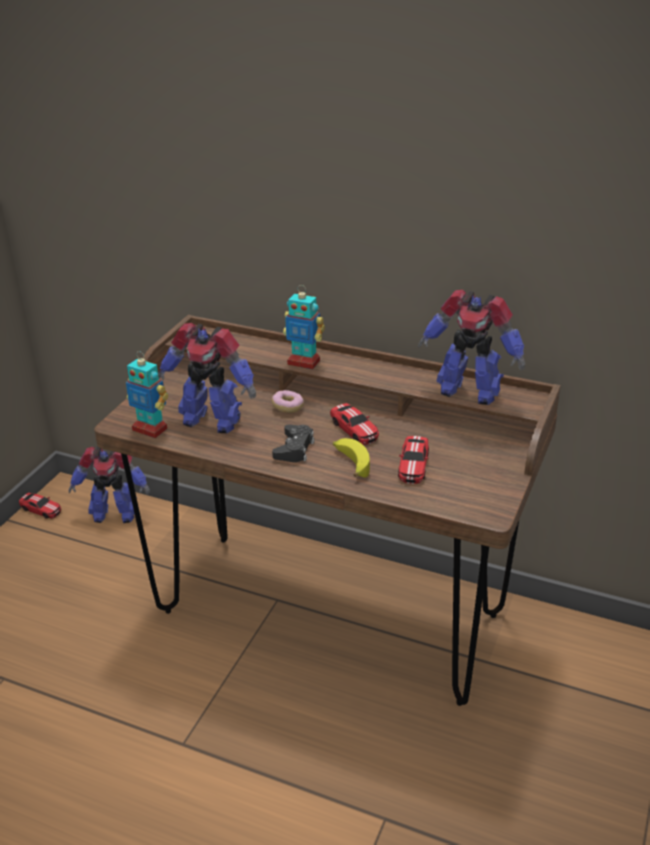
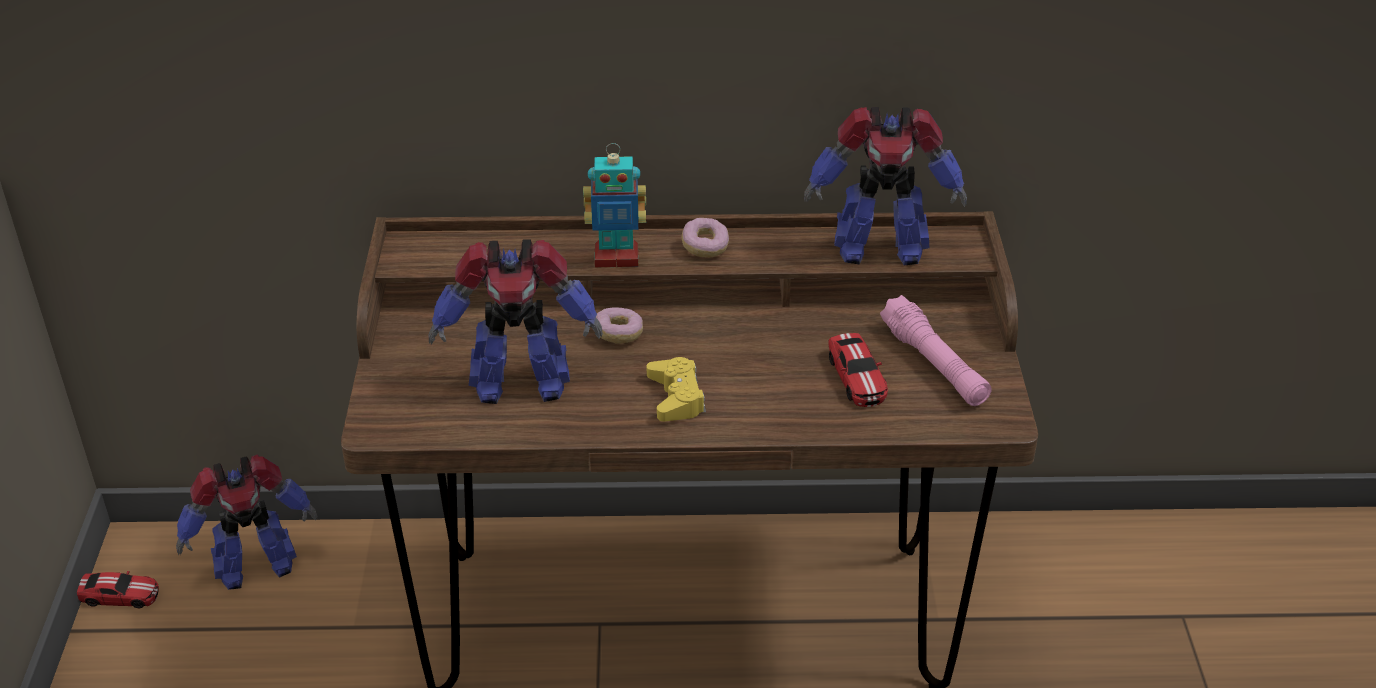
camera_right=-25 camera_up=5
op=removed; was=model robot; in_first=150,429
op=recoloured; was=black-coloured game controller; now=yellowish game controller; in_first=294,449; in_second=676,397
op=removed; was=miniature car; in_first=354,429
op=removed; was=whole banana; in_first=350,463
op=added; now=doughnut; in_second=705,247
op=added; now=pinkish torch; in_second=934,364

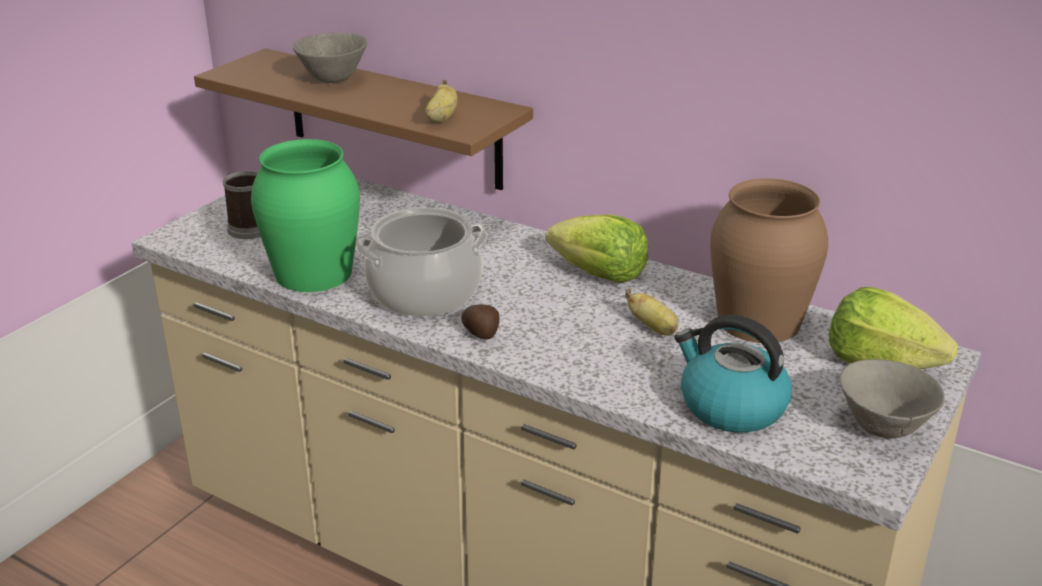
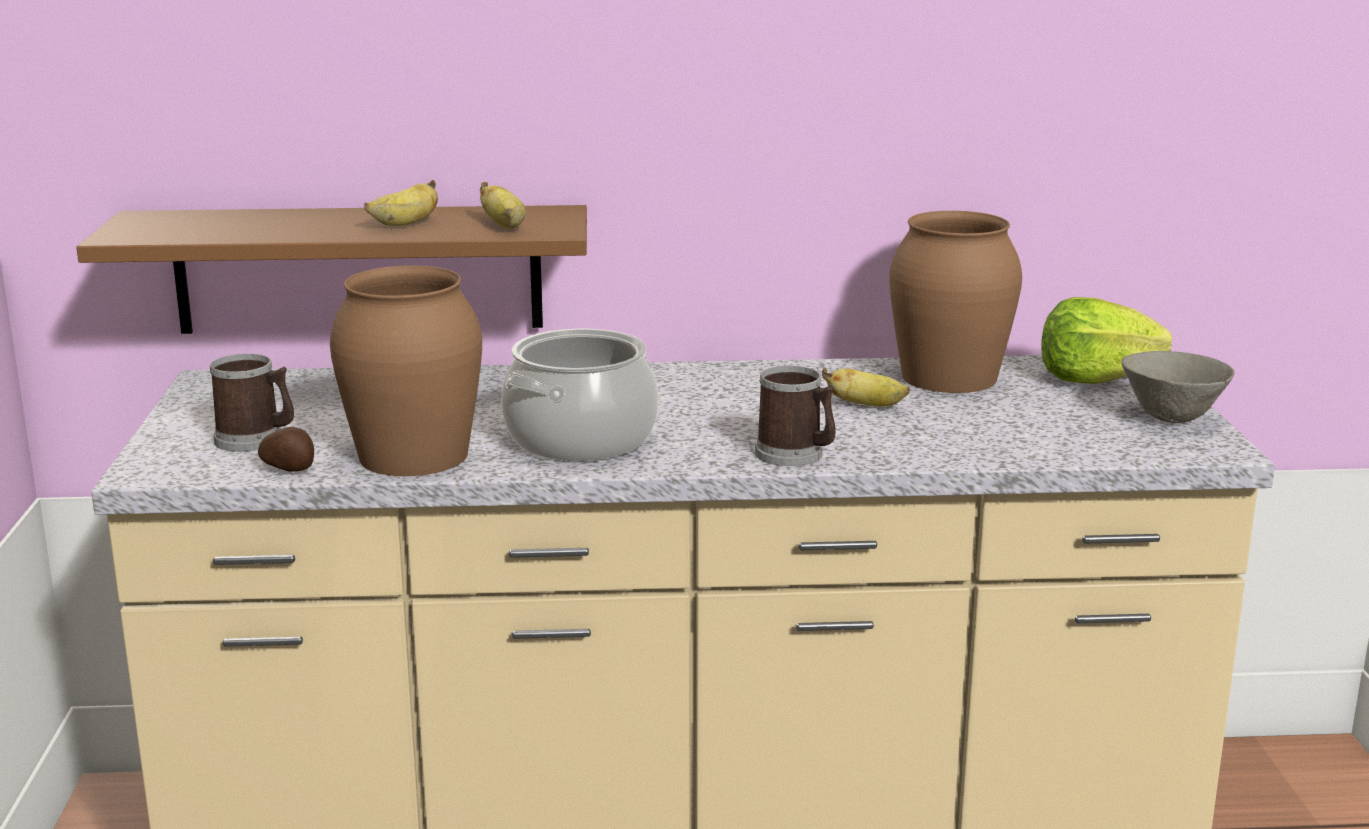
camera_right=-35 camera_up=-10
op=recoloured; was=green decorative vase; now=brownish decorative vase; in_first=313,272; in_second=412,455
op=removed; was=gray deep dish; in_first=332,80
op=moved; was=whole potato; in_first=482,334; in_second=290,469
op=removed; was=lettuce head; in_first=599,274
op=removed; was=water kettle; in_first=730,406
op=added; now=whole banana; in_second=405,224
op=added; now=coffee mug; in_second=795,455

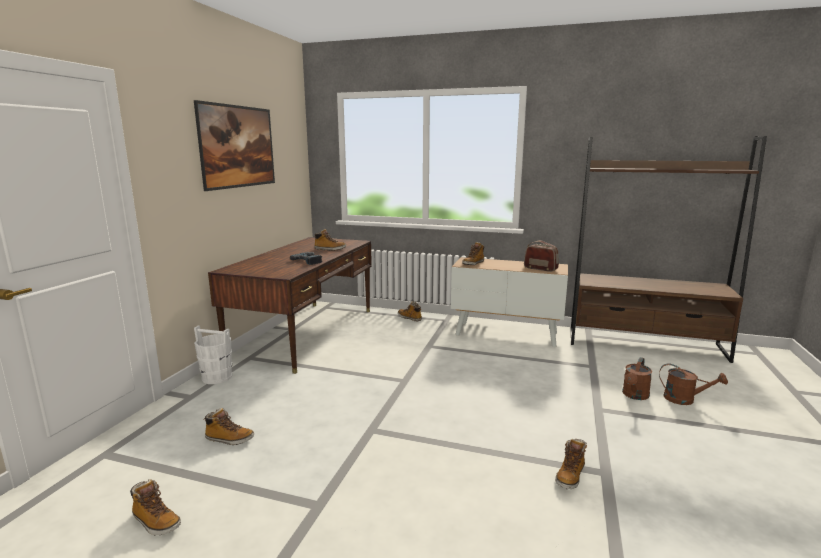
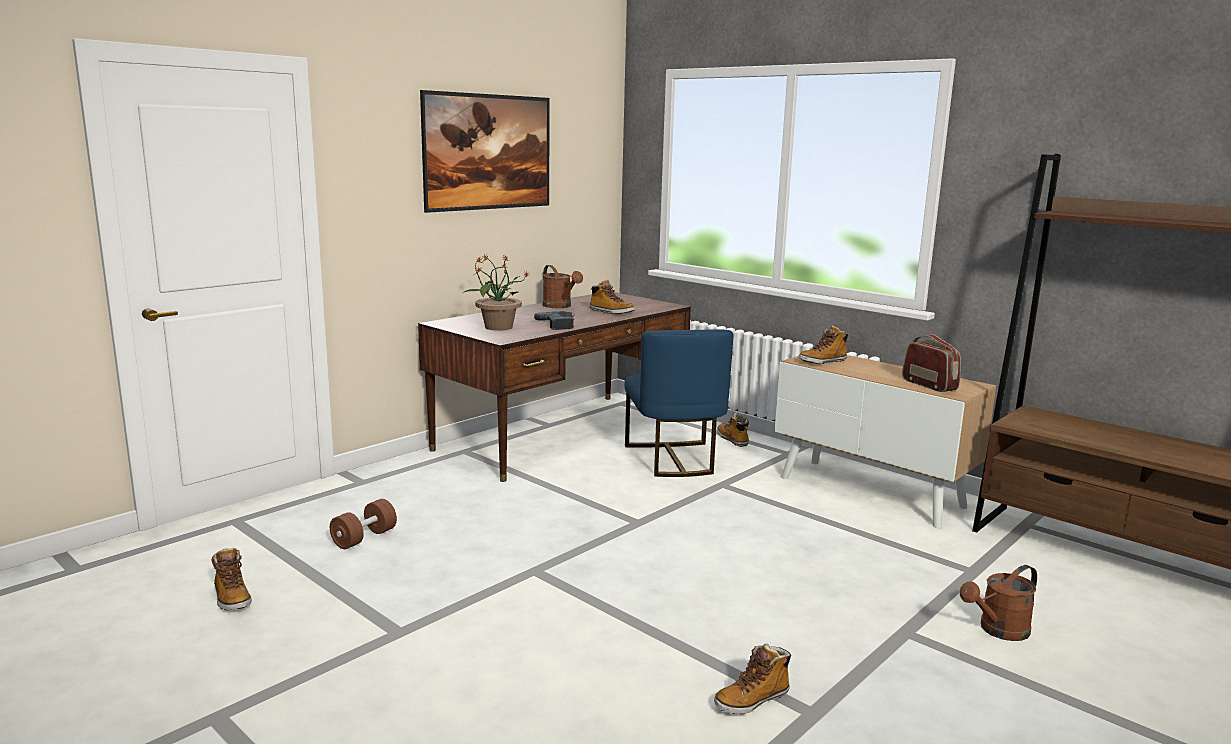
camera_right=25 camera_up=0
op=removed; was=whitish bucket; in_first=217,377
op=replaced; was=tall boot; now=brownish free weight; in_first=229,439; in_second=364,538
op=moved; was=brownish watering can; in_first=684,399; in_second=560,306
op=added; now=potted plant; in_second=497,327
op=added; now=blue-coloured upright chair; in_second=673,459

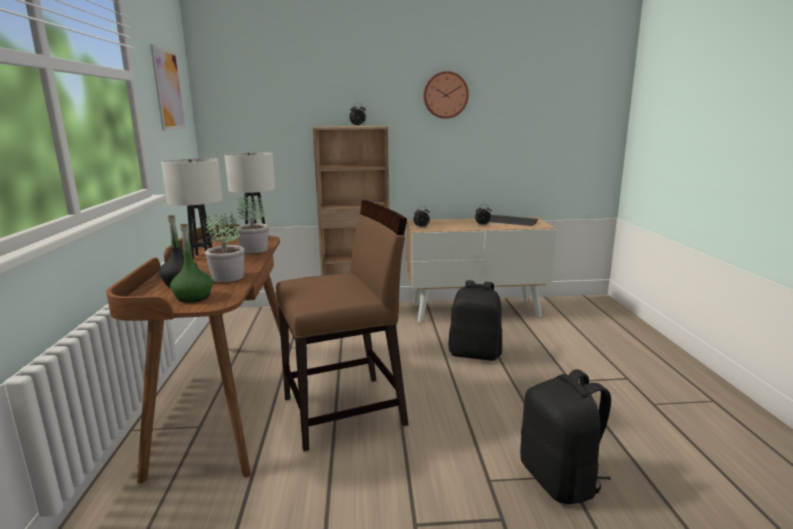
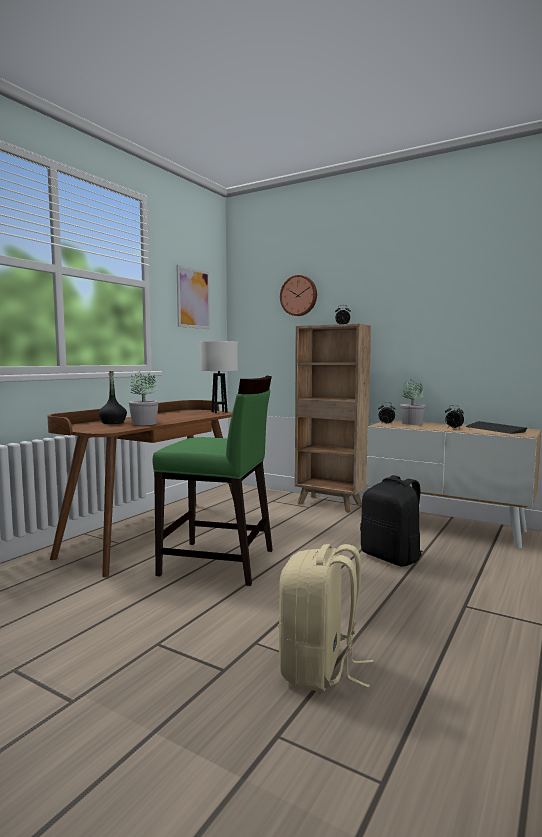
camera_right=35 camera_up=-10
op=removed; was=whitish lamp for a table; in_first=202,257
op=removed; was=green bottle; in_first=193,297
op=moved; was=potted plant; in_first=254,250; in_second=411,423
op=recoloured; was=brownish upright chair; now=green upright chair; in_first=345,411; in_second=218,562
op=moved; was=wall clock; in_first=445,95; in_second=299,296
op=recoloured; was=black-coloured backpack; now=beige-coloured backpack; in_first=560,480; in_second=320,669

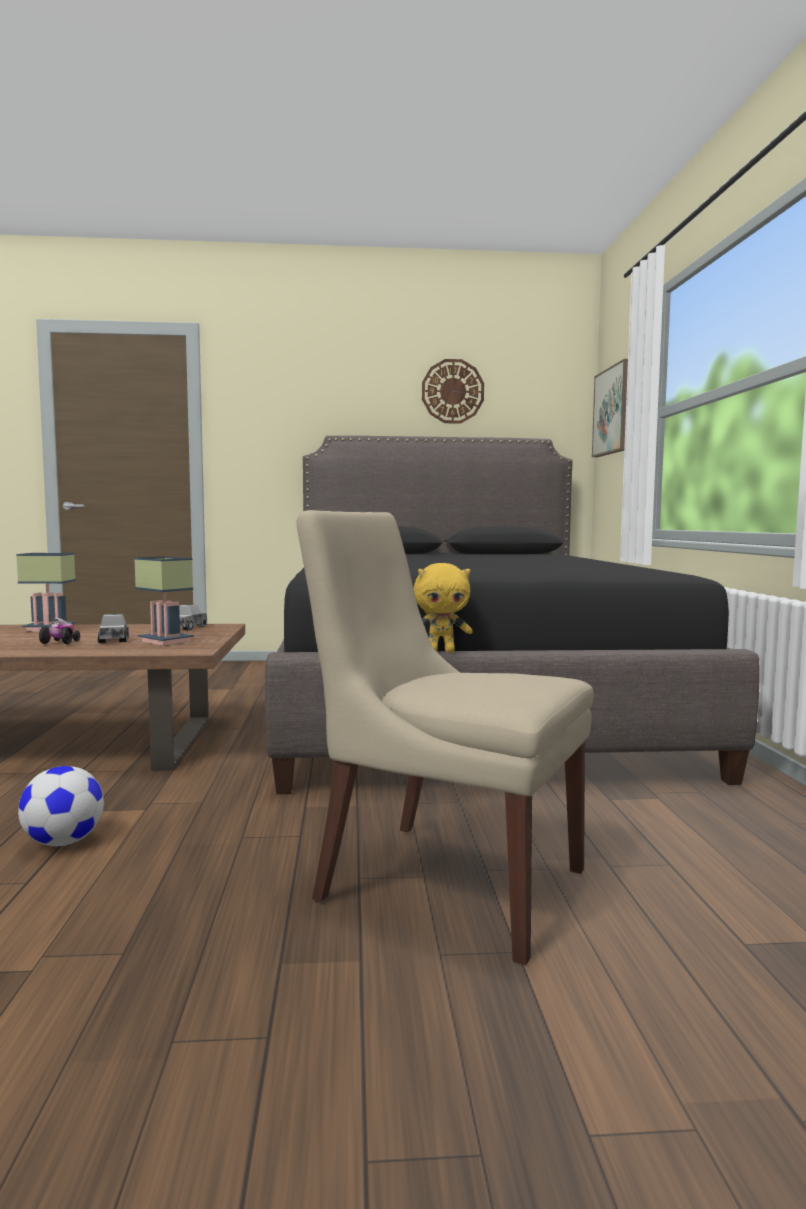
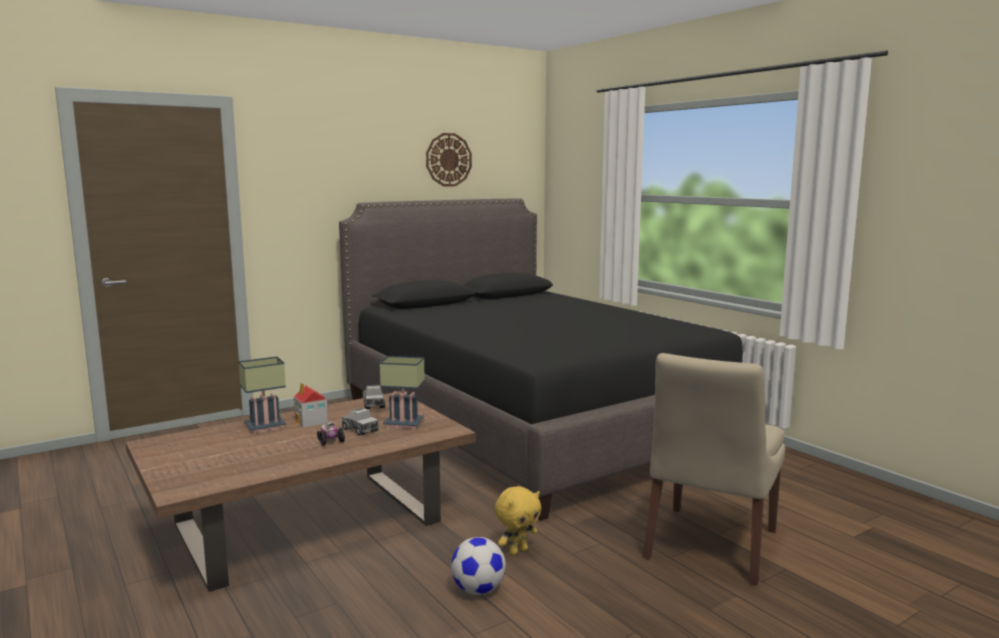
camera_right=-30 camera_up=5
op=turned; was=beige-coloured upright chair; in_first=444,881; in_second=709,546; clockwise=-60
op=moved; was=yellowish plush toy; in_first=441,652; in_second=517,551
op=removed; was=picture; in_first=613,411
op=added; now=toy house; in_second=311,422

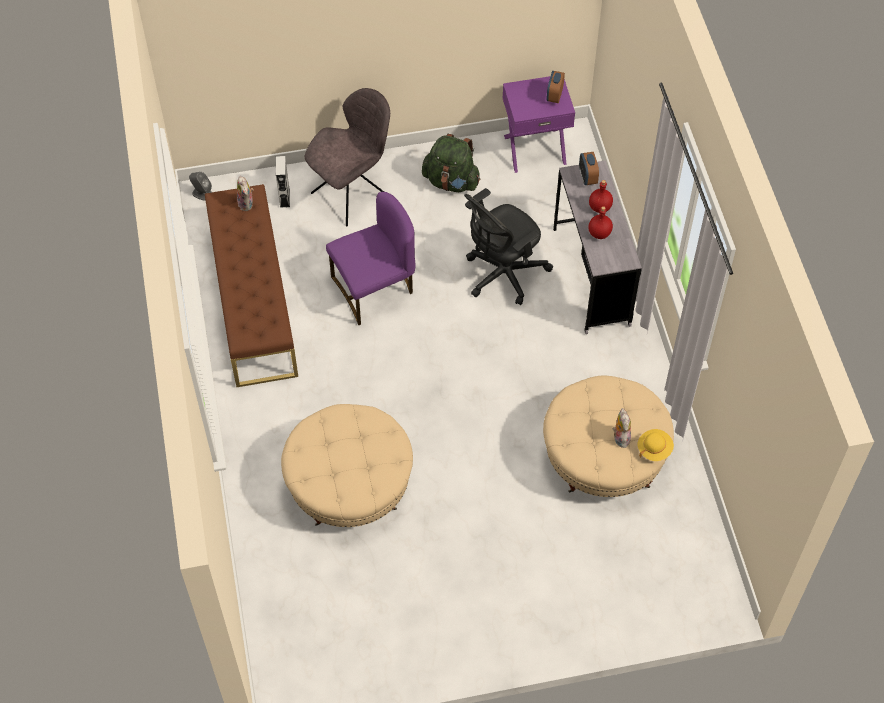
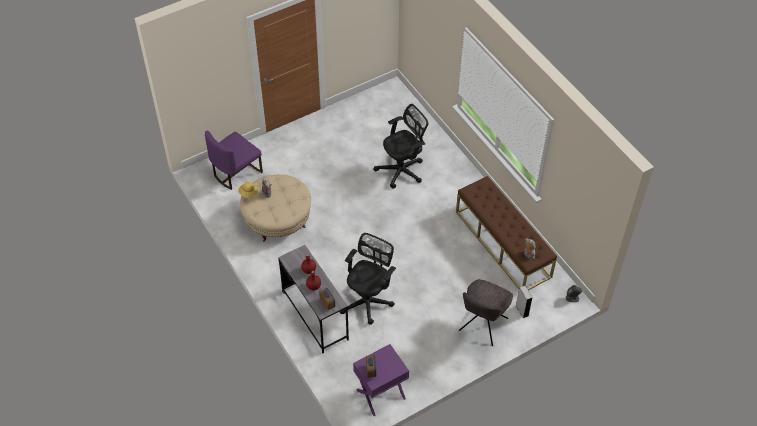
camera_right=160 camera_up=-5
op=replaced; was=beige-coloured pouffe; now=black-coloured computer chair; in_first=349,484; in_second=402,170
op=moved; was=purple-coloured upright chair; in_first=374,289; in_second=236,172
op=removed; was=green backpack; in_first=451,181

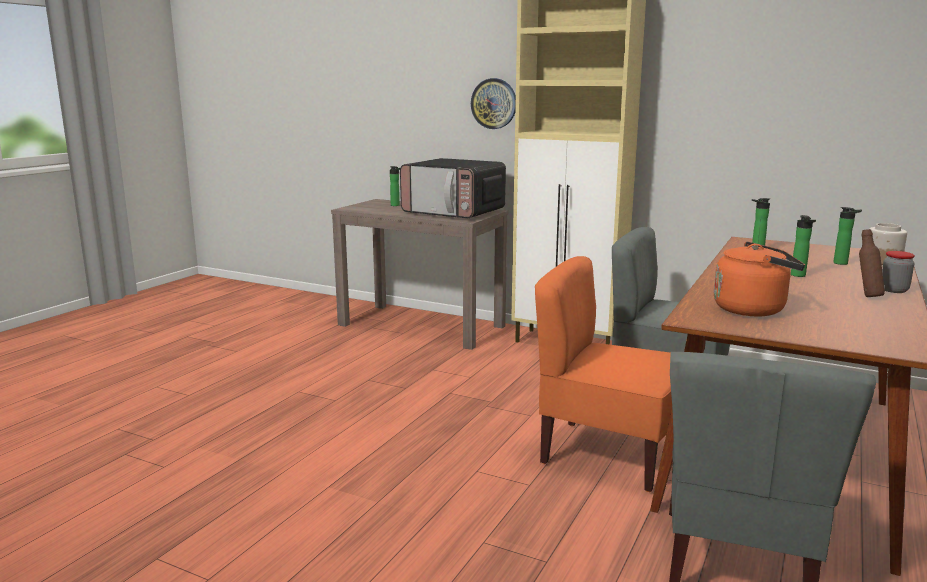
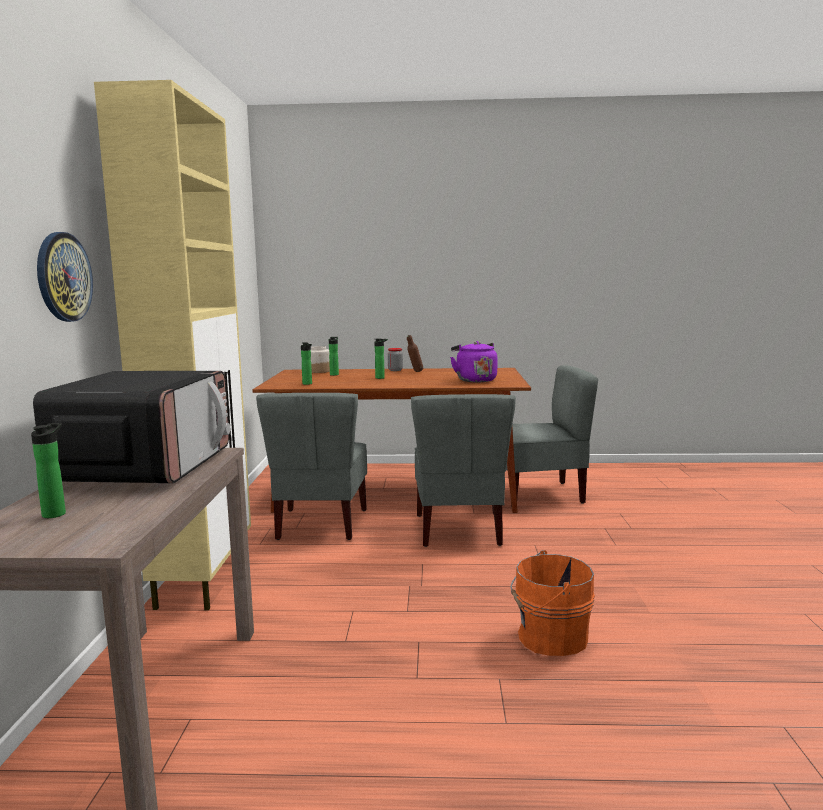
camera_right=-115 camera_up=-5
op=recoloured; was=orange-coloured upright chair; now=gray upright chair; in_first=606,453; in_second=459,530
op=recoloured; was=orange-coloured water kettle; now=purple-coloured water kettle; in_first=753,309; in_second=474,380
op=added; now=orange-coloured bucket; in_second=548,637

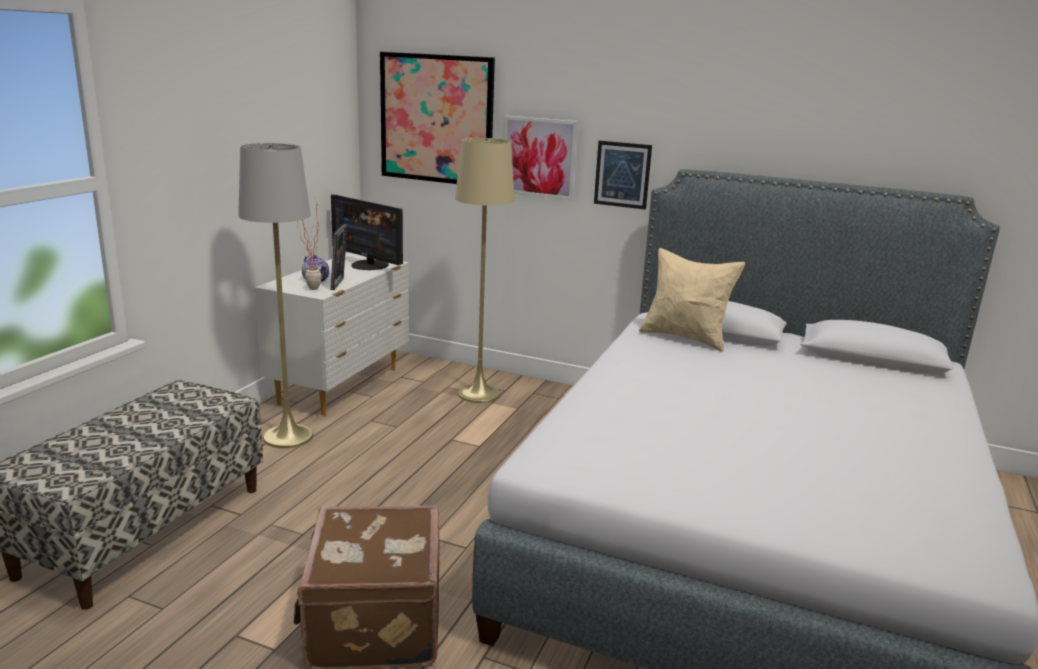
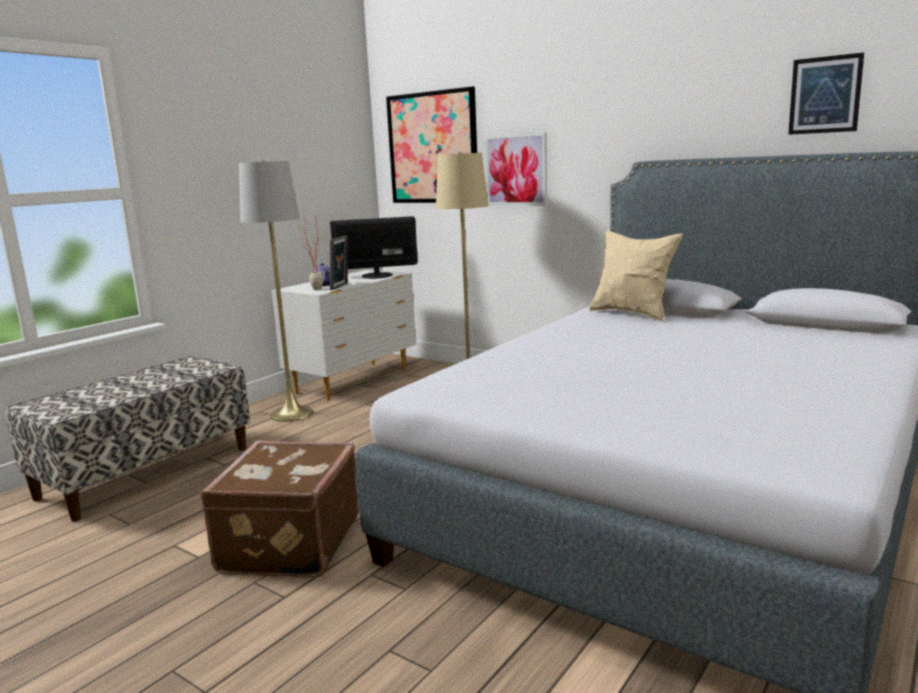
camera_right=15 camera_up=-5
op=turned; was=computer screen; in_first=369,265; in_second=376,275; clockwise=120
op=moved; was=picture; in_first=622,174; in_second=825,95

